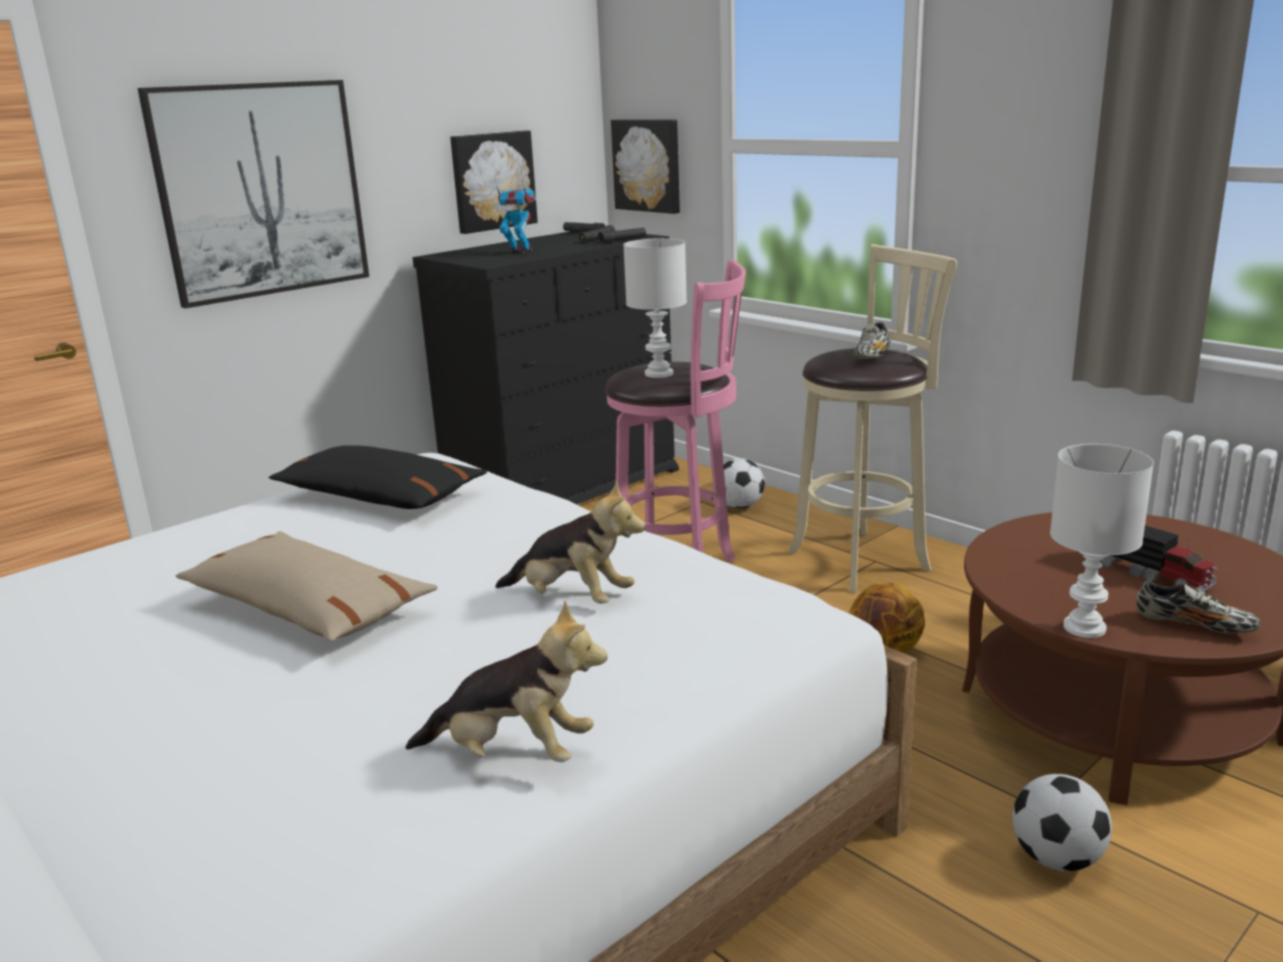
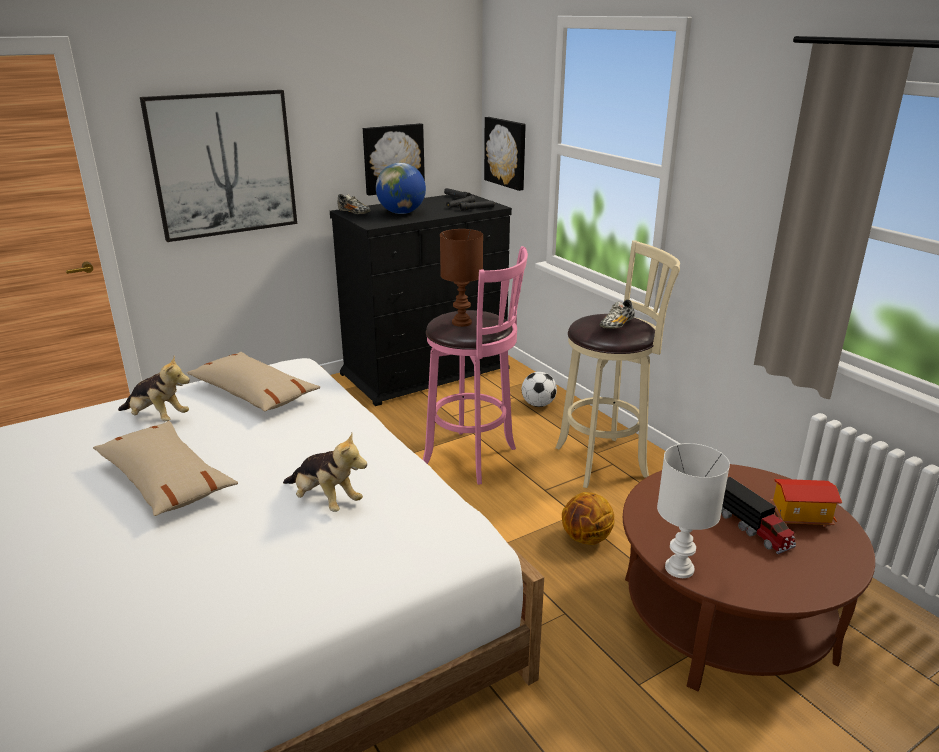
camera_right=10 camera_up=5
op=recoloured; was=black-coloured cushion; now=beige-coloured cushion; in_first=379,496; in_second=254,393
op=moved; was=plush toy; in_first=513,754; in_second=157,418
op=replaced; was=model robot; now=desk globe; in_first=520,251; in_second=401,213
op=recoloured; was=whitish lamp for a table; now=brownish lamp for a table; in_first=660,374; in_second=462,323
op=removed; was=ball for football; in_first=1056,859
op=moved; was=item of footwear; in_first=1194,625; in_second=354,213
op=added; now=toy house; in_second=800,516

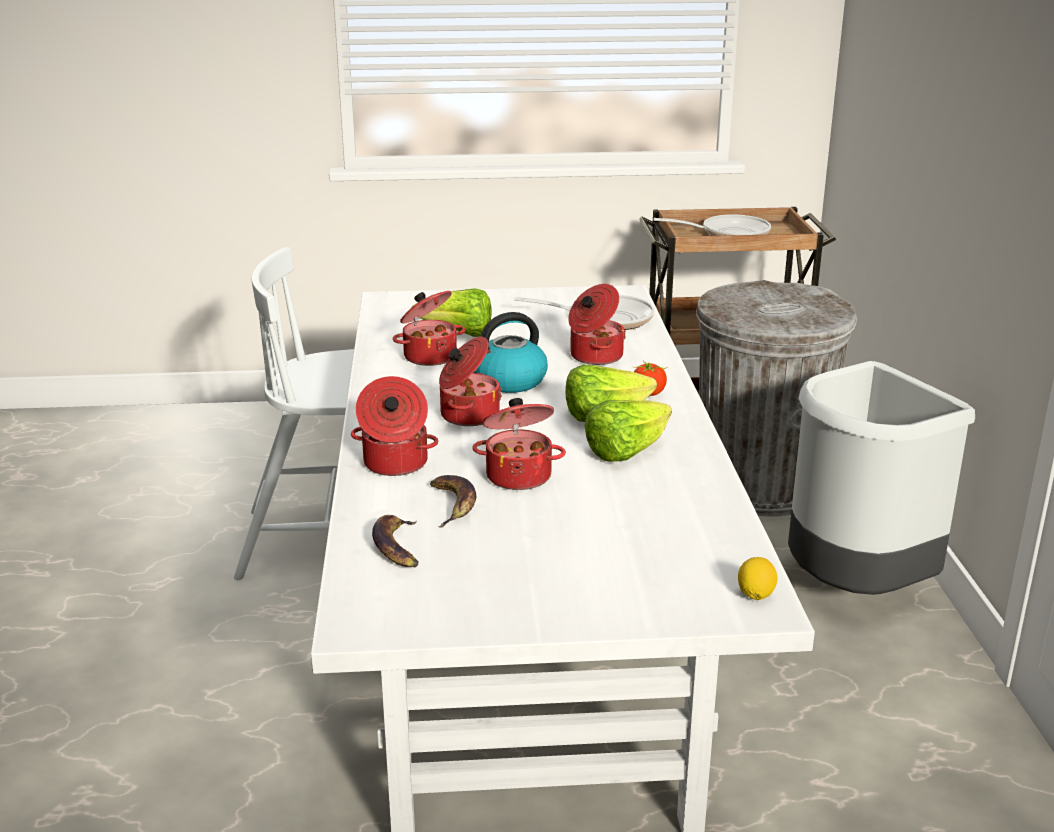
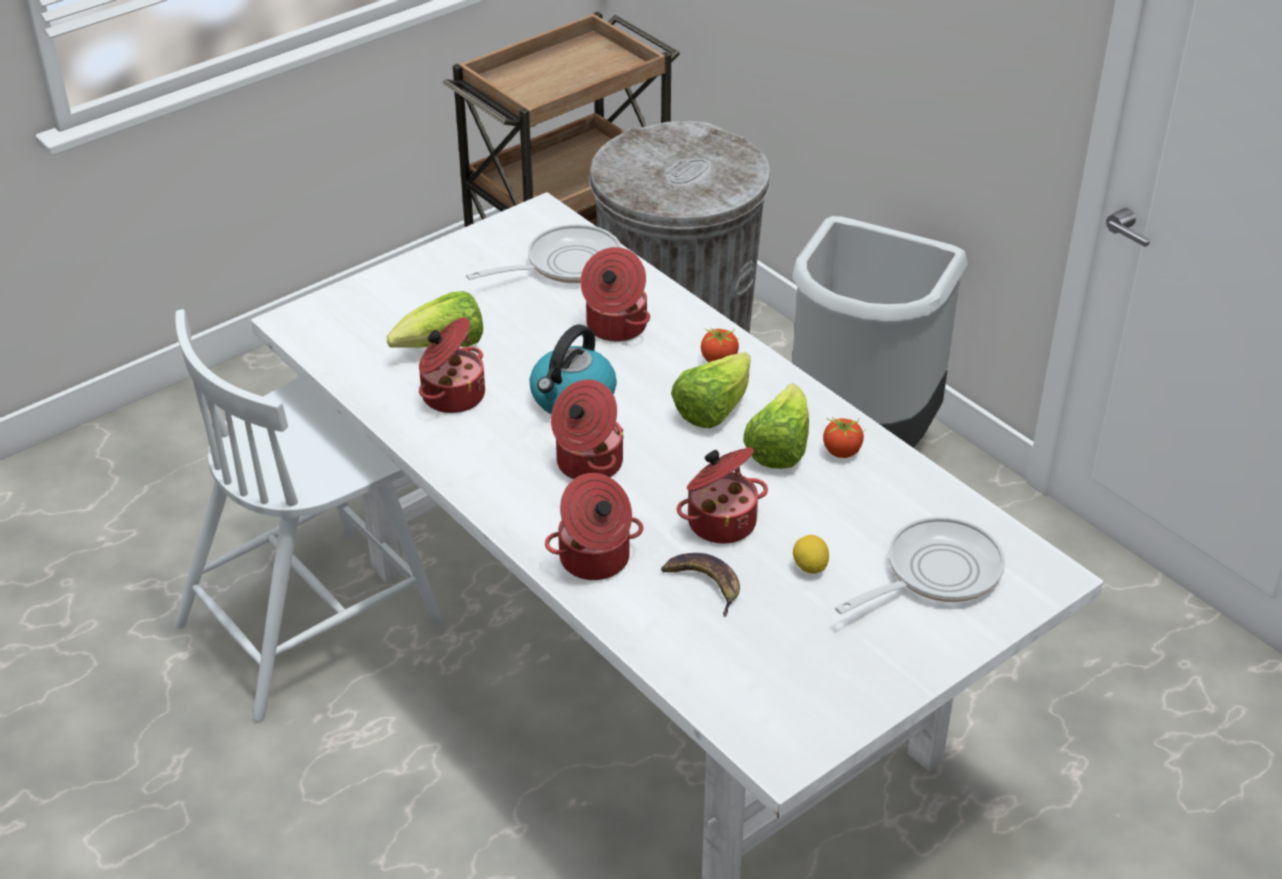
camera_right=-35 camera_up=15
op=removed; was=whole banana; in_first=397,547
op=moved; was=frying pan; in_first=729,233; in_second=934,573
op=moved; was=lemon; in_first=755,595; in_second=810,567
op=added; now=tomato; in_second=842,451

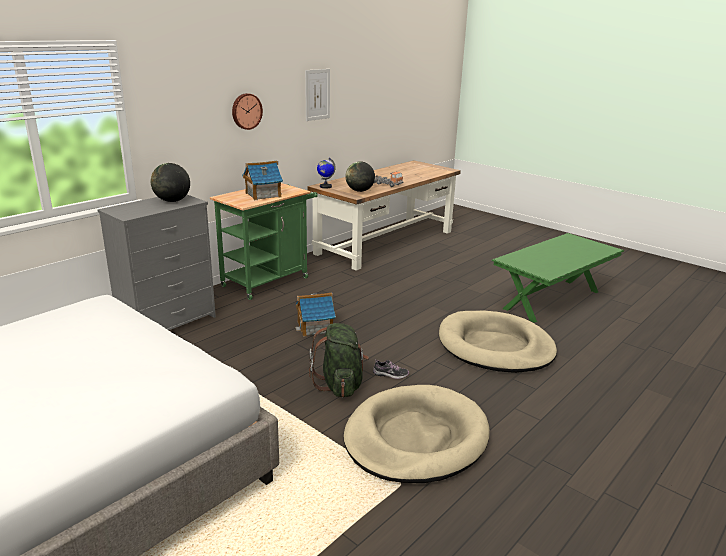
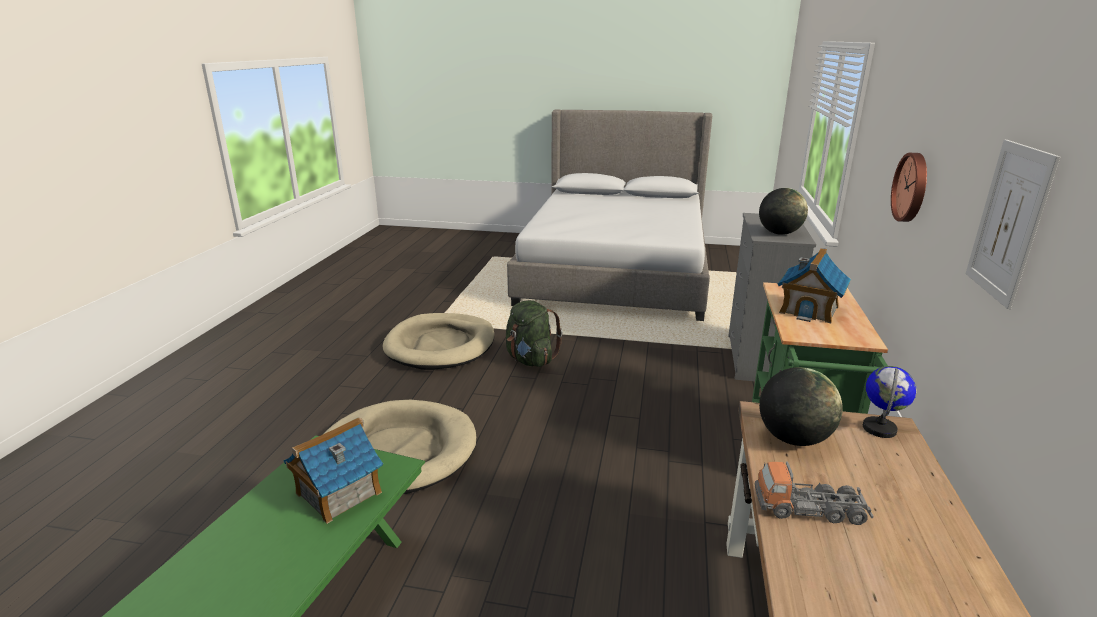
camera_right=150 camera_up=0
op=moved; was=toy house; in_first=315,327; in_second=338,493
op=removed; was=item of footwear; in_first=390,374

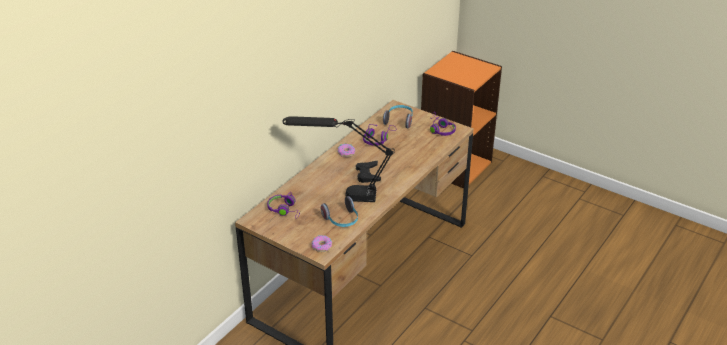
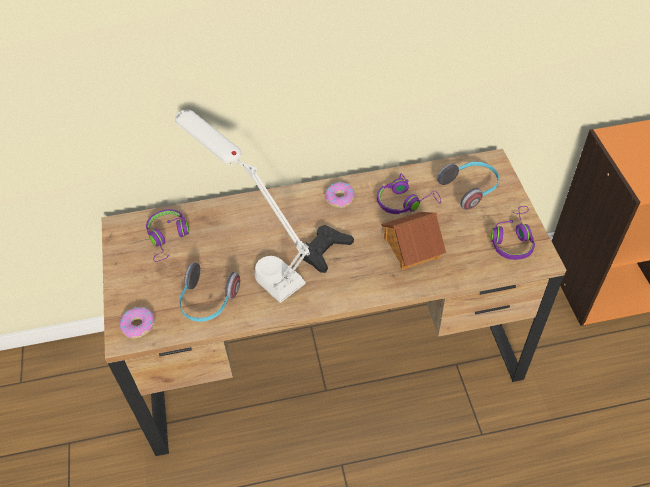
camera_right=45 camera_up=15
op=recoloured; was=black-coloured lamp for a table; now=whitish lamp for a table; in_first=340,194; in_second=255,259
op=added; now=toy house; in_second=411,247

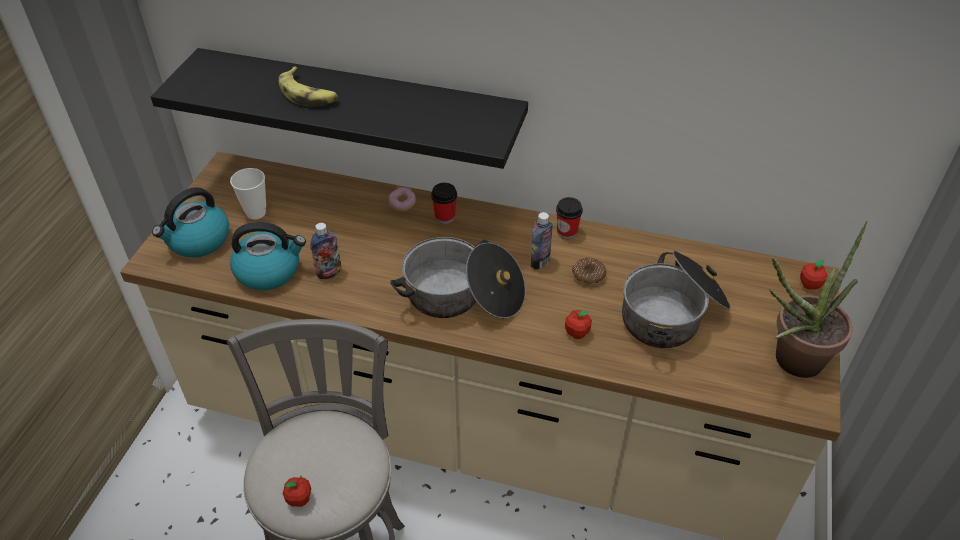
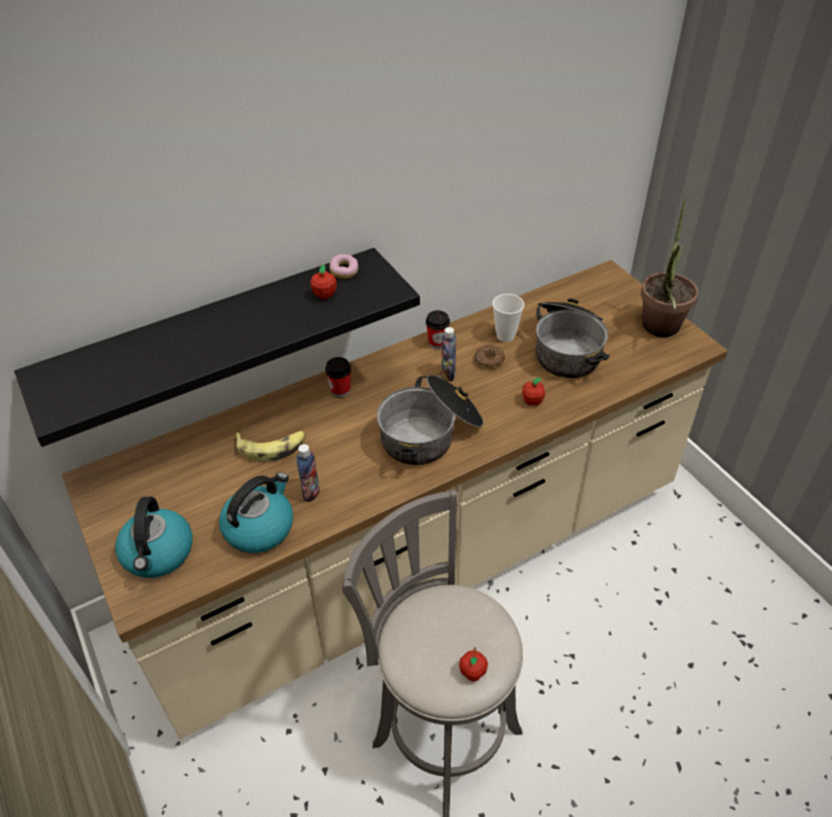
camera_right=-45 camera_up=0
op=moved; was=drinking cup; in_first=256,213; in_second=505,336
op=moved; was=whole banana; in_first=308,94; in_second=272,447
op=moved; was=doughnut; in_first=402,204; in_second=344,272
op=moved; was=apple; in_first=809,285; in_second=324,295

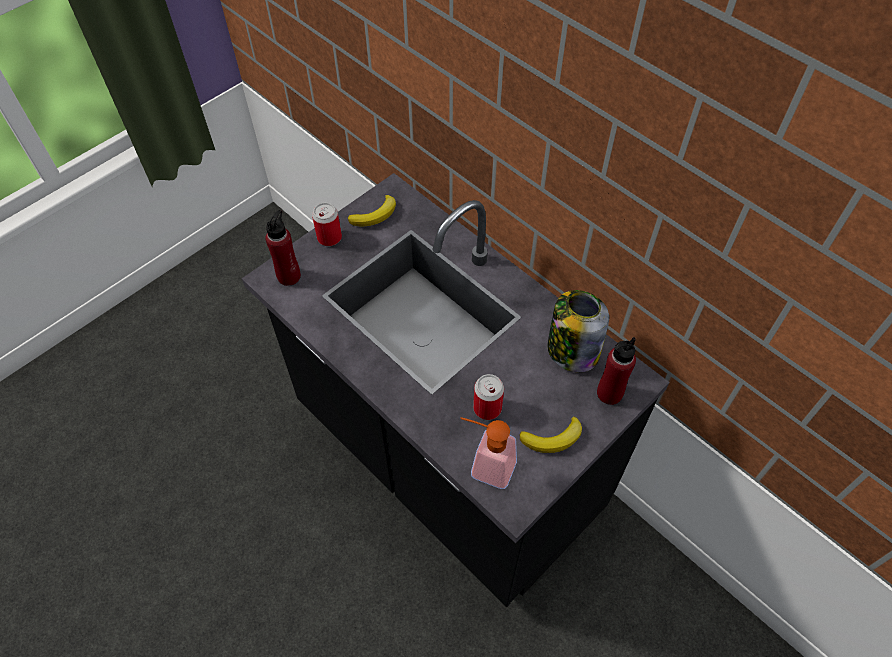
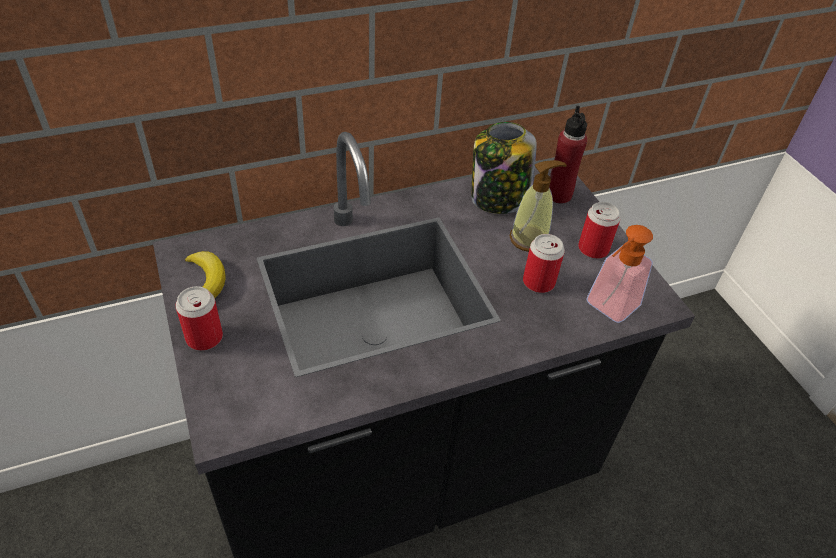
camera_right=-70 camera_up=-10
op=removed; was=red bottle; in_first=289,276
op=replaced; was=whole banana; now=metal can; in_first=553,438; in_second=593,249
op=added; now=soap bottle; in_second=529,239

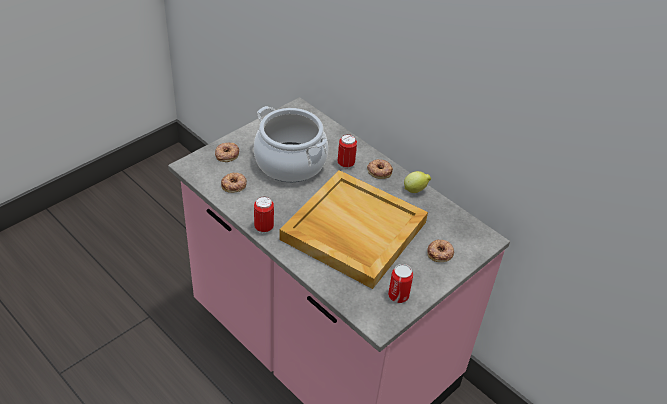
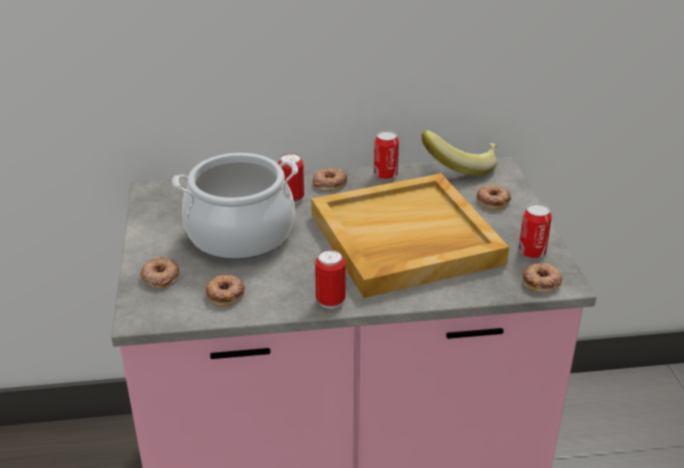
camera_right=-50 camera_up=-10
op=replaced; was=lemon; now=metal can; in_first=415,190; in_second=385,175
op=added; now=whole banana; in_second=460,166
op=added; now=doughnut; in_second=542,281

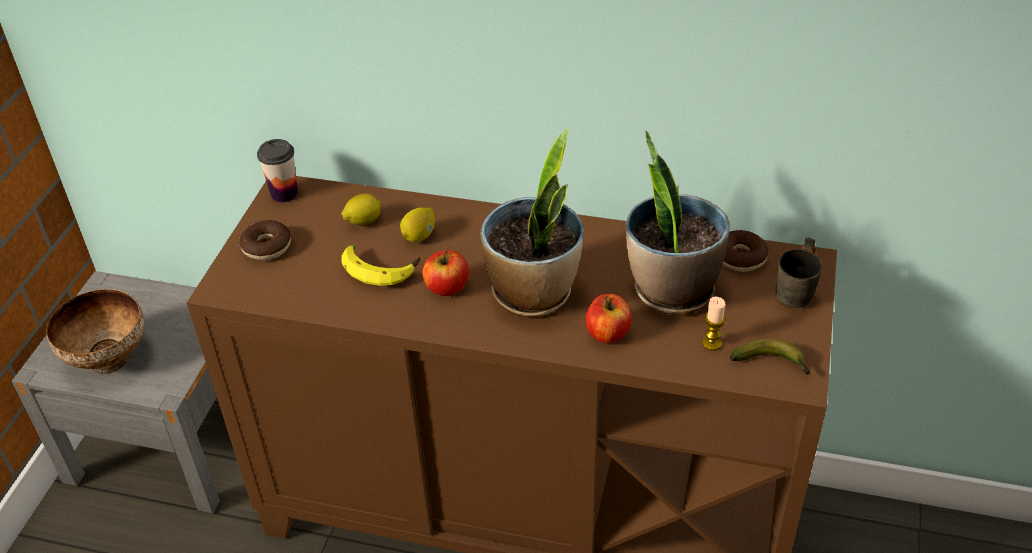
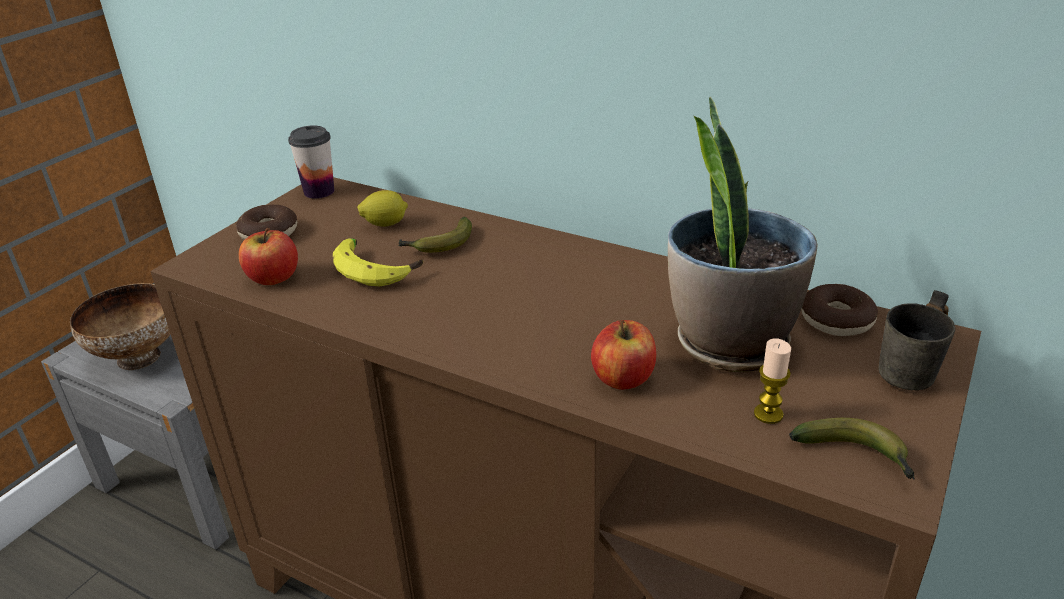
camera_right=15 camera_up=-10
op=replaced; was=lemon; now=whole banana; in_first=419,236; in_second=439,245
op=moved; was=apple; in_first=447,287; in_second=273,278
op=removed; was=potted plant; in_first=534,293

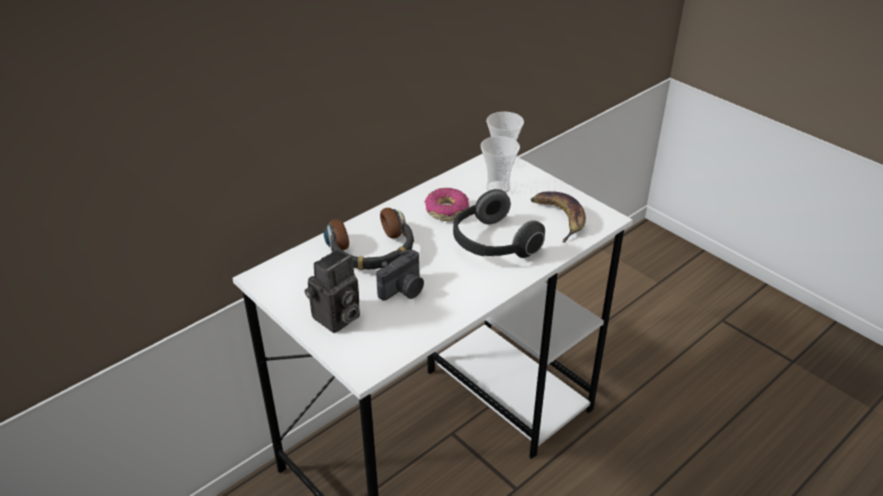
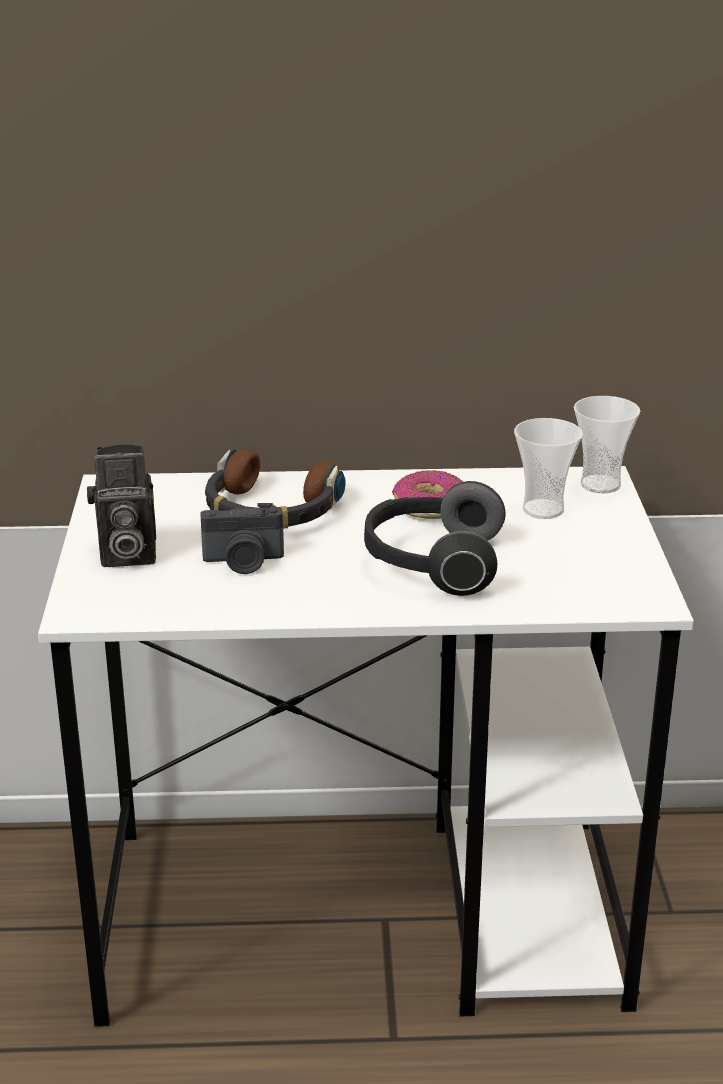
camera_right=40 camera_up=-10
op=removed; was=whole banana; in_first=560,218

